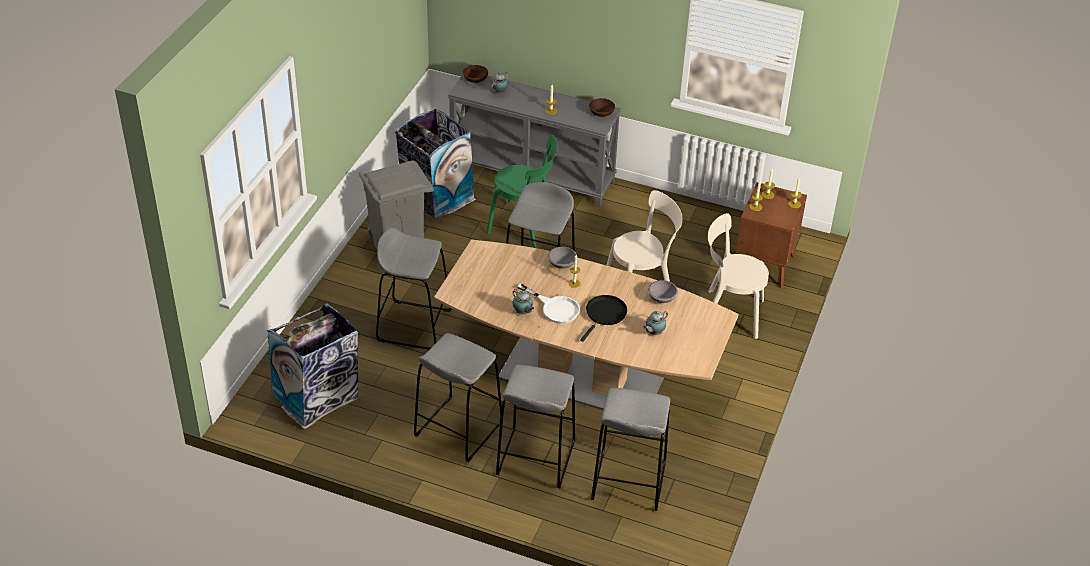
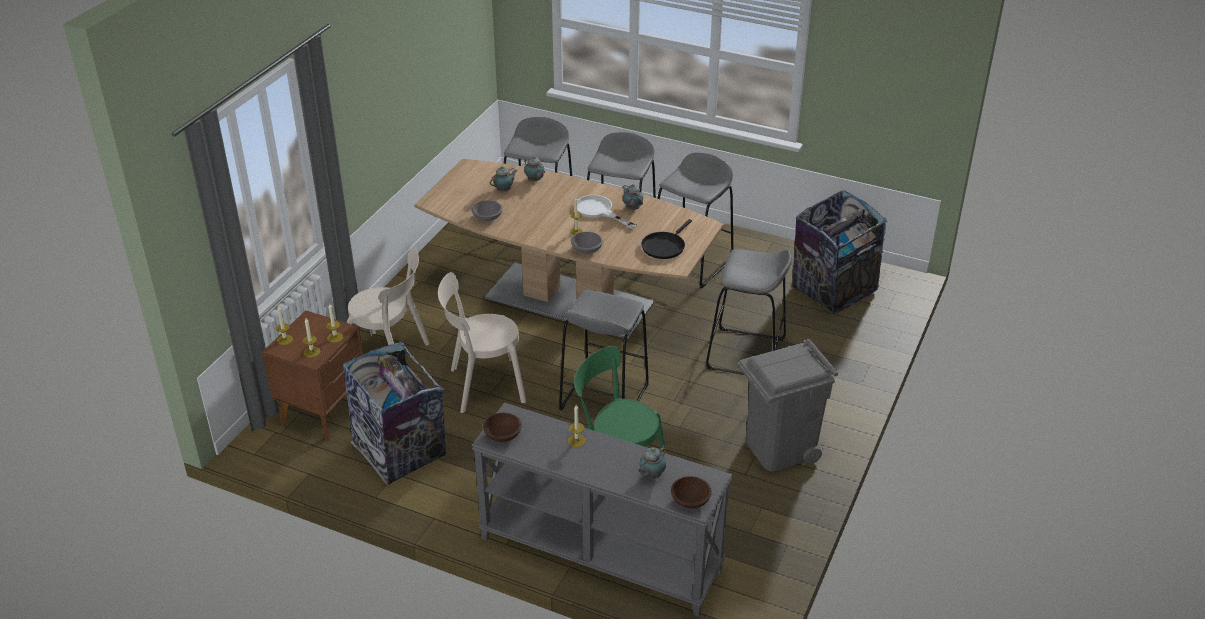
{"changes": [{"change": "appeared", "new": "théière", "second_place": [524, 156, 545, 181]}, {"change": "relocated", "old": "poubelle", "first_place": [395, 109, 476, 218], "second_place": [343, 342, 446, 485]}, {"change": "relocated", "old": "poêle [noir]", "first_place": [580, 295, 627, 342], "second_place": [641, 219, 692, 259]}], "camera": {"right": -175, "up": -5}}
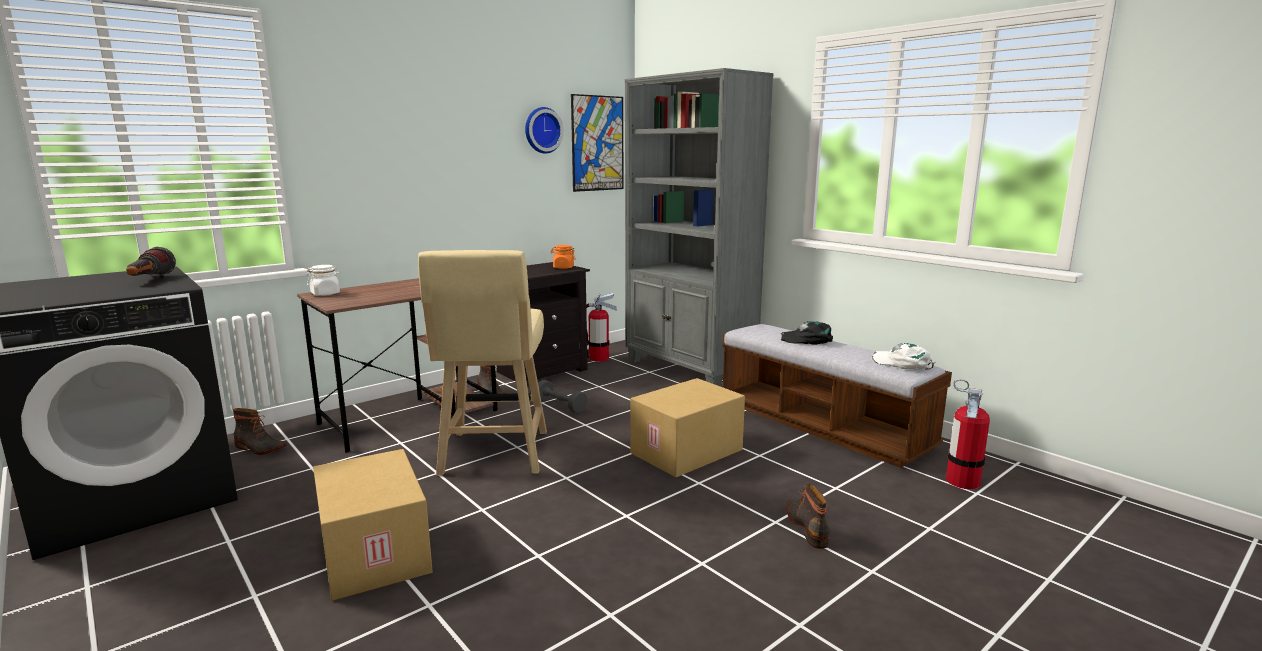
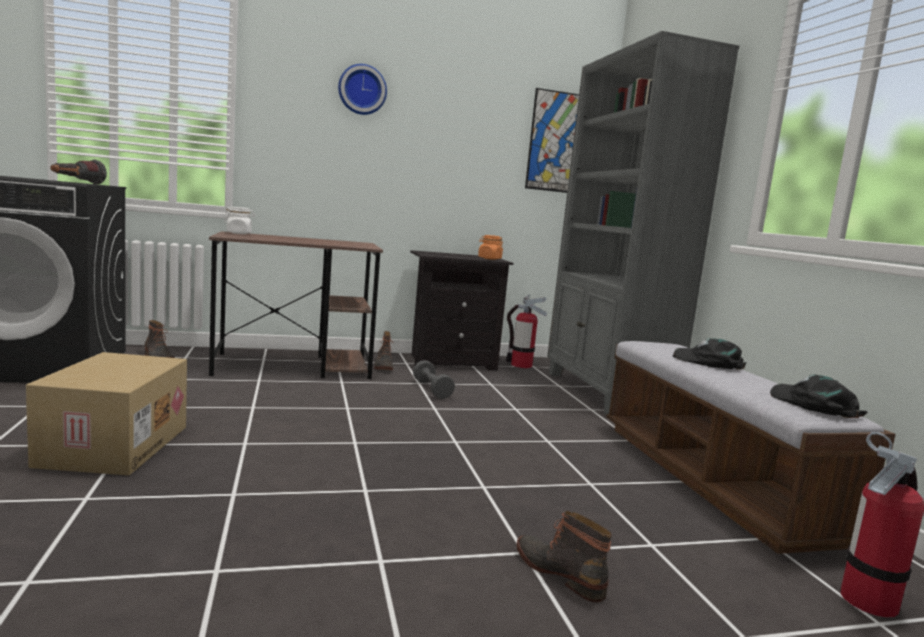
{"changes": [{"change": "missing", "old": "tabouret [beige]", "first_place": [418, 250, 547, 476]}, {"change": "missing", "old": "carton", "first_place": [630, 378, 745, 477]}, {"change": "relocated", "old": "horloge murale", "first_place": [525, 107, 564, 154], "second_place": [338, 64, 387, 115]}, {"change": "colour", "old": "casquette [blanc]", "new": "casquette [noir]", "first_place": [871, 343, 935, 370], "second_place": [770, 374, 868, 418]}, {"change": "spun", "old": "botte", "first_place": [786, 484, 830, 549], "second_place": [517, 511, 612, 602], "degrees": -60}], "camera": {"right": 25, "up": -5}}
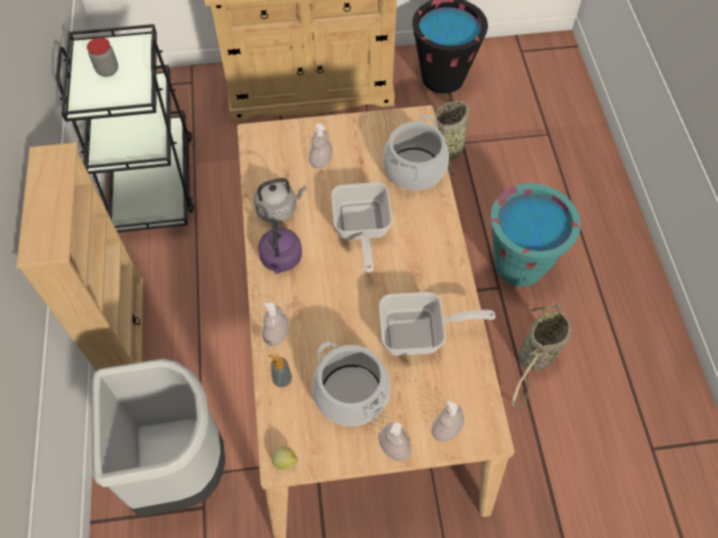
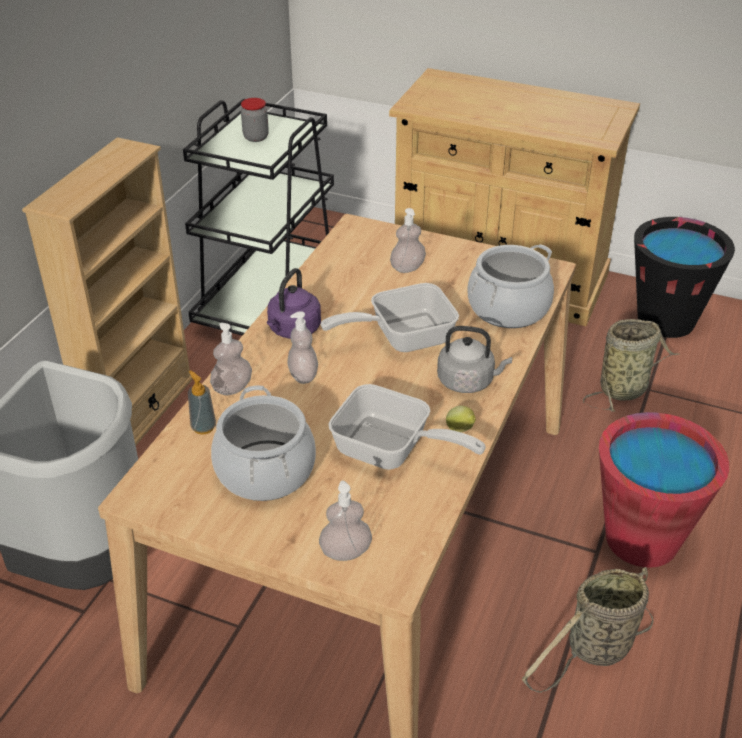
{"changes": [{"change": "relocated", "old": "bouilloire [gris]", "first_place": [254, 178, 307, 223], "second_place": [437, 326, 512, 393]}, {"change": "relocated", "old": "citron", "first_place": [271, 447, 298, 470], "second_place": [446, 406, 476, 432]}, {"change": "relocated", "old": "distributeur de savon", "first_place": [378, 422, 411, 461], "second_place": [287, 311, 318, 384]}, {"change": "colour", "old": "seau [turquoise]", "new": "seau [rouge]", "first_place": [491, 183, 581, 287], "second_place": [599, 412, 729, 568]}, {"change": "spun", "old": "poêle", "first_place": [331, 182, 392, 273], "second_place": [321, 283, 459, 352], "degrees": 45}], "camera": {"right": 30, "up": -20}}
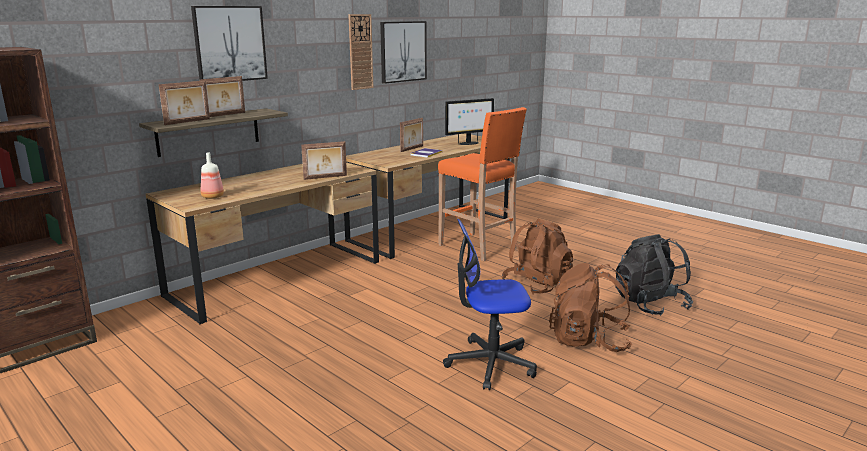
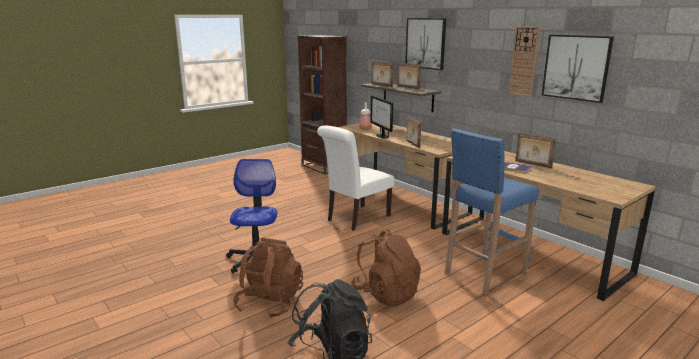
{"changes": [{"change": "appeared", "new": "chaise [blanc]", "second_place": [317, 126, 395, 231]}, {"change": "relocated", "old": "écran d'ordinateur", "first_place": [445, 98, 494, 145], "second_place": [371, 96, 393, 139]}, {"change": "colour", "old": "tabouret [orange]", "new": "tabouret [bleu]", "first_place": [438, 107, 527, 261], "second_place": [445, 128, 539, 294]}], "camera": {"right": 95, "up": 0}}
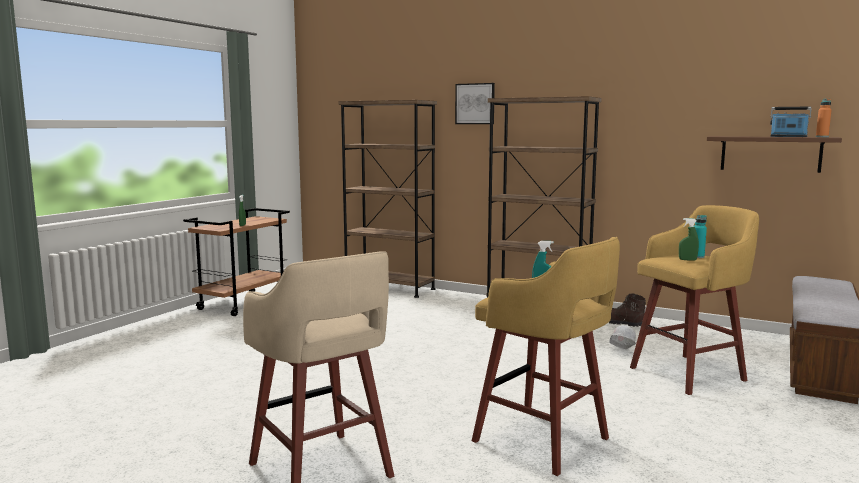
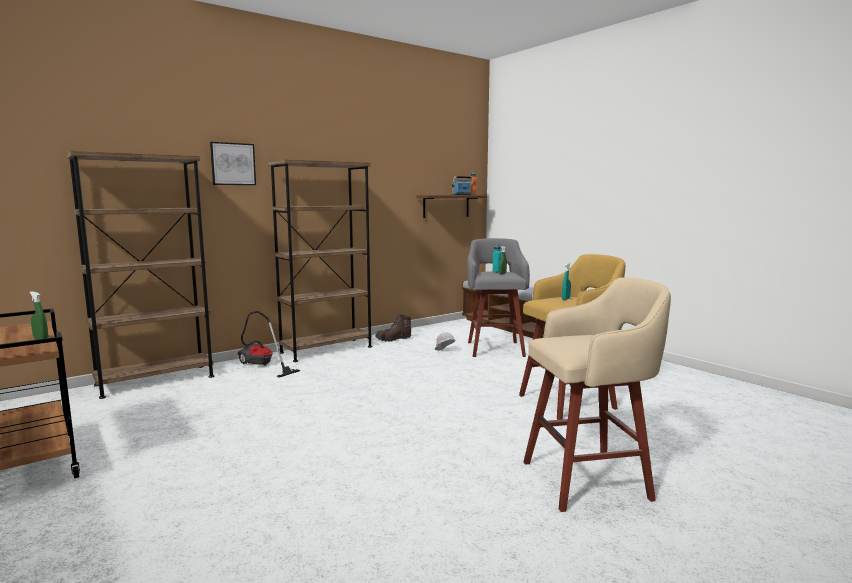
{"changes": [{"change": "appeared", "new": "aspirateur", "second_place": [238, 311, 300, 378]}, {"change": "colour", "old": "tabouret [jaune]", "new": "tabouret [gris]", "first_place": [630, 205, 759, 395], "second_place": [467, 238, 530, 357]}], "camera": {"right": -65, "up": 0}}
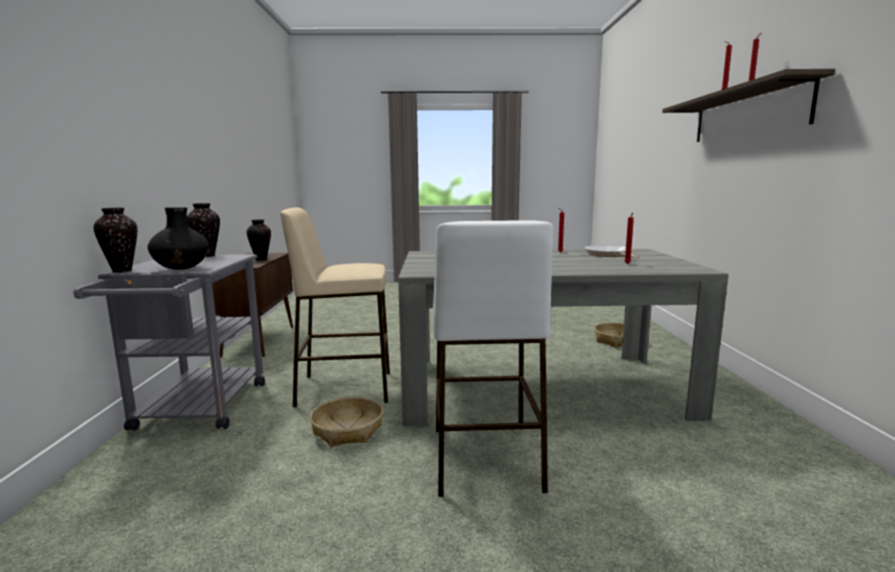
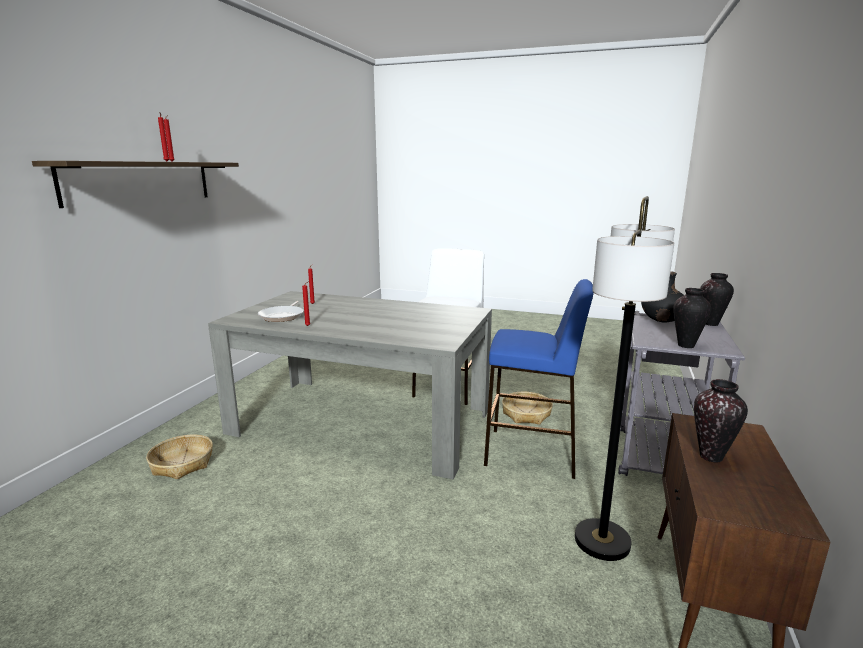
{"changes": [{"change": "appeared", "new": "lampadaire", "second_place": [575, 196, 675, 561]}, {"change": "colour", "old": "tabouret [beige]", "new": "tabouret [bleu]", "first_place": [280, 207, 390, 407], "second_place": [484, 279, 594, 479]}], "camera": {"right": -160, "up": 5}}
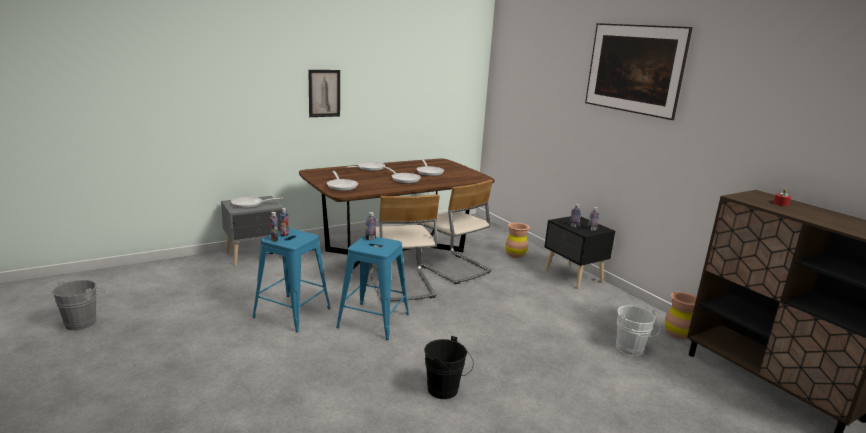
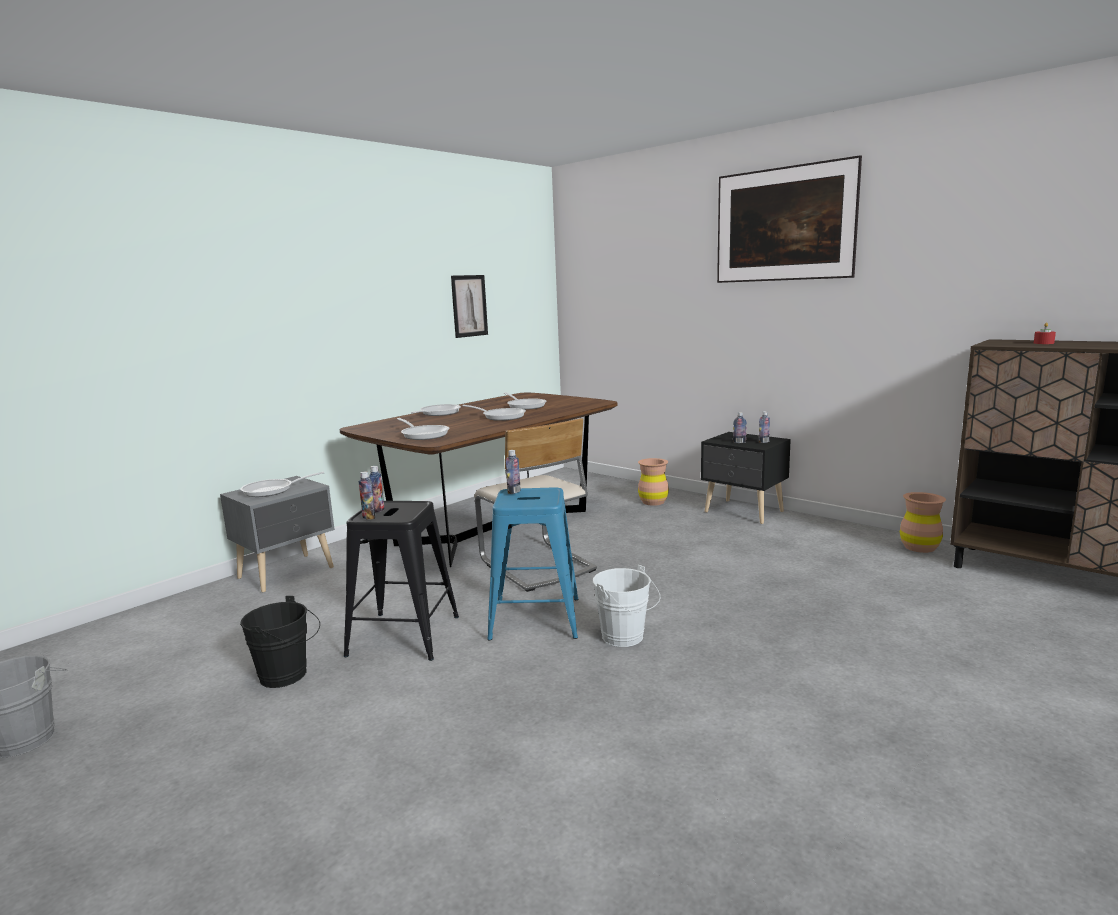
{"changes": [{"change": "missing", "old": "chaise [beige]", "first_place": [416, 180, 493, 284]}, {"change": "relocated", "old": "tableau", "first_place": [308, 70, 340, 117], "second_place": [451, 275, 488, 338]}, {"change": "relocated", "old": "seau [noir]", "first_place": [424, 336, 473, 399], "second_place": [240, 596, 320, 688]}, {"change": "relocated", "old": "seau [blanc]", "first_place": [616, 306, 660, 356], "second_place": [593, 565, 660, 647]}, {"change": "colour", "old": "tabouret [bleu]", "new": "tabouret [noir]", "first_place": [252, 228, 331, 332], "second_place": [344, 501, 459, 661]}], "camera": {"right": -15, "up": -5}}
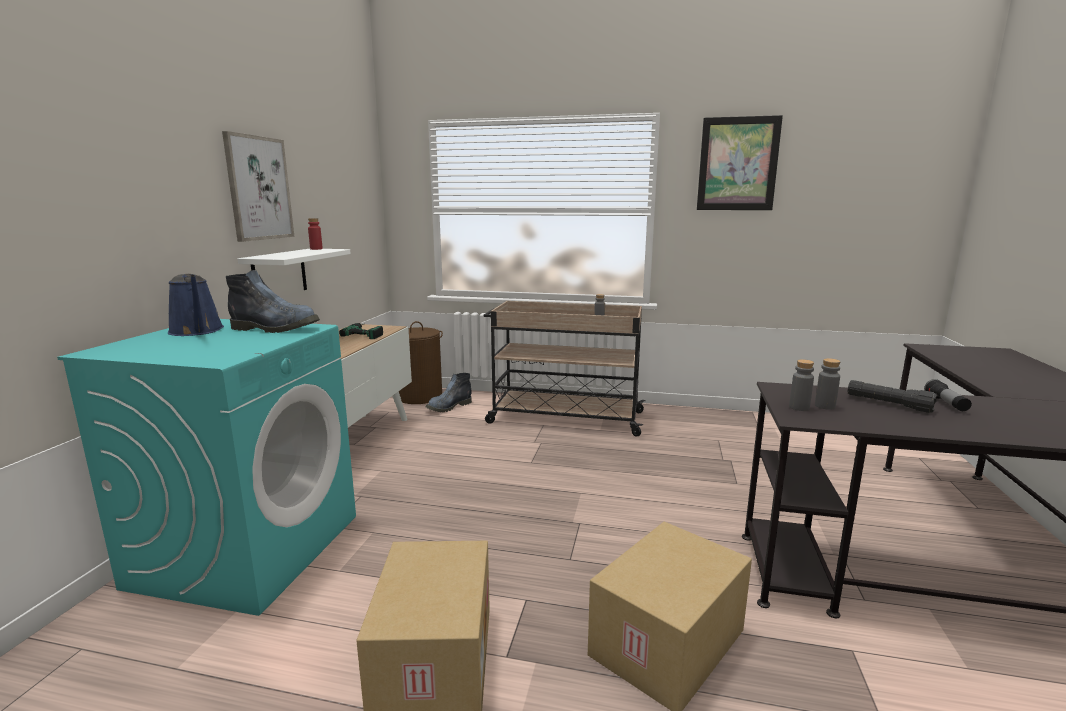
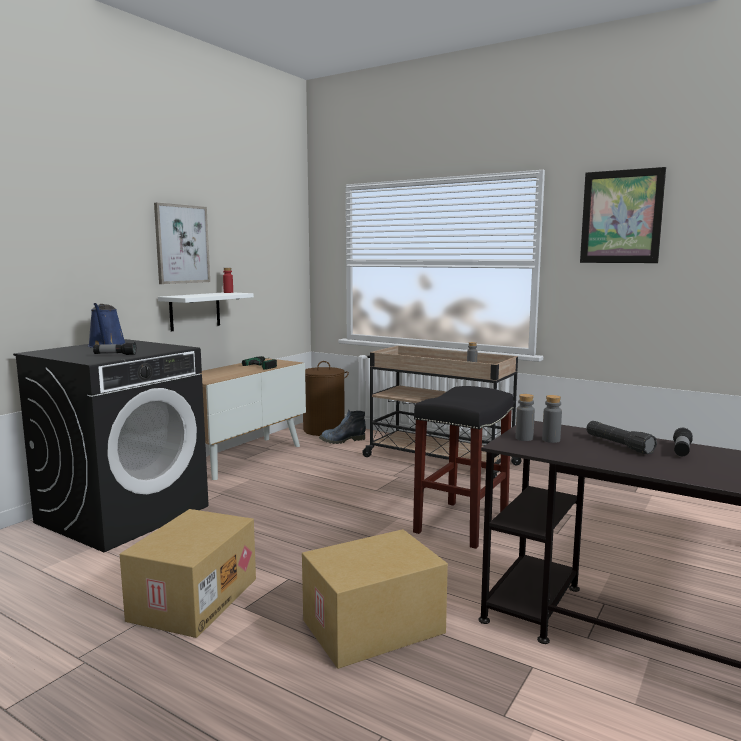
{"changes": [{"change": "missing", "old": "botte", "first_place": [226, 270, 320, 333]}, {"change": "appeared", "new": "lampe de poche", "second_place": [93, 342, 137, 355]}, {"change": "appeared", "new": "tabouret [noir]", "second_place": [413, 386, 513, 549]}, {"change": "colour", "old": "lave-linge [turquoise]", "new": "lave-linge [noir]", "first_place": [57, 319, 356, 616], "second_place": [13, 339, 209, 552]}], "camera": {"right": 20, "up": -5}}
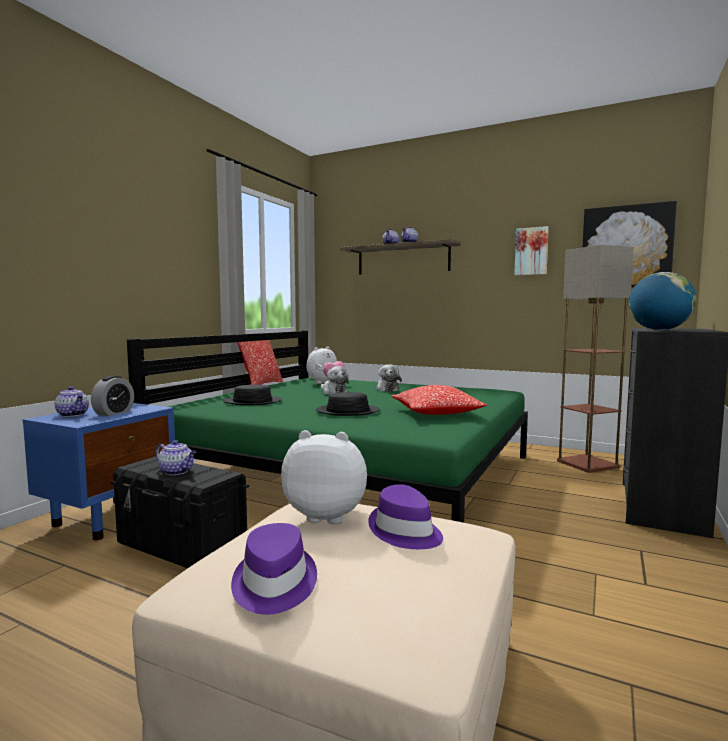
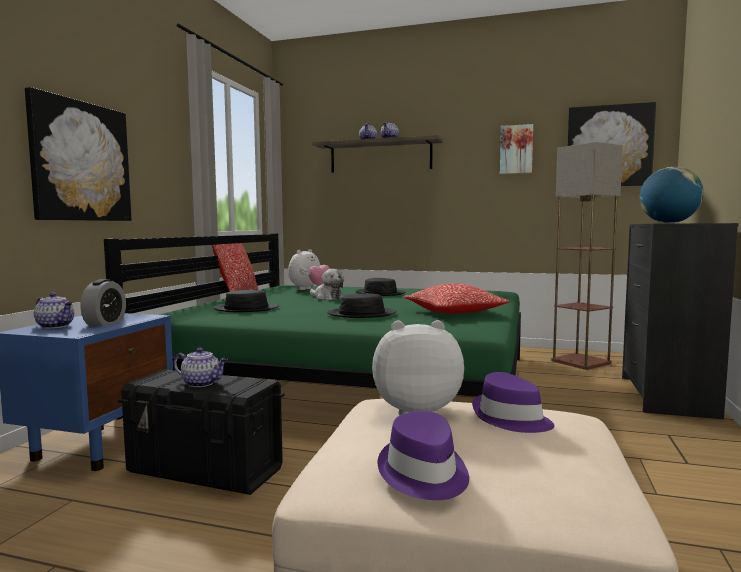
{"changes": [{"change": "appeared", "new": "tableau", "second_place": [25, 87, 132, 221]}, {"change": "exchanged", "old": "peluche", "new": "chapeau [noir]", "first_place": [376, 364, 402, 392], "second_place": [355, 278, 405, 296]}], "camera": {"right": -10, "up": 0}}
